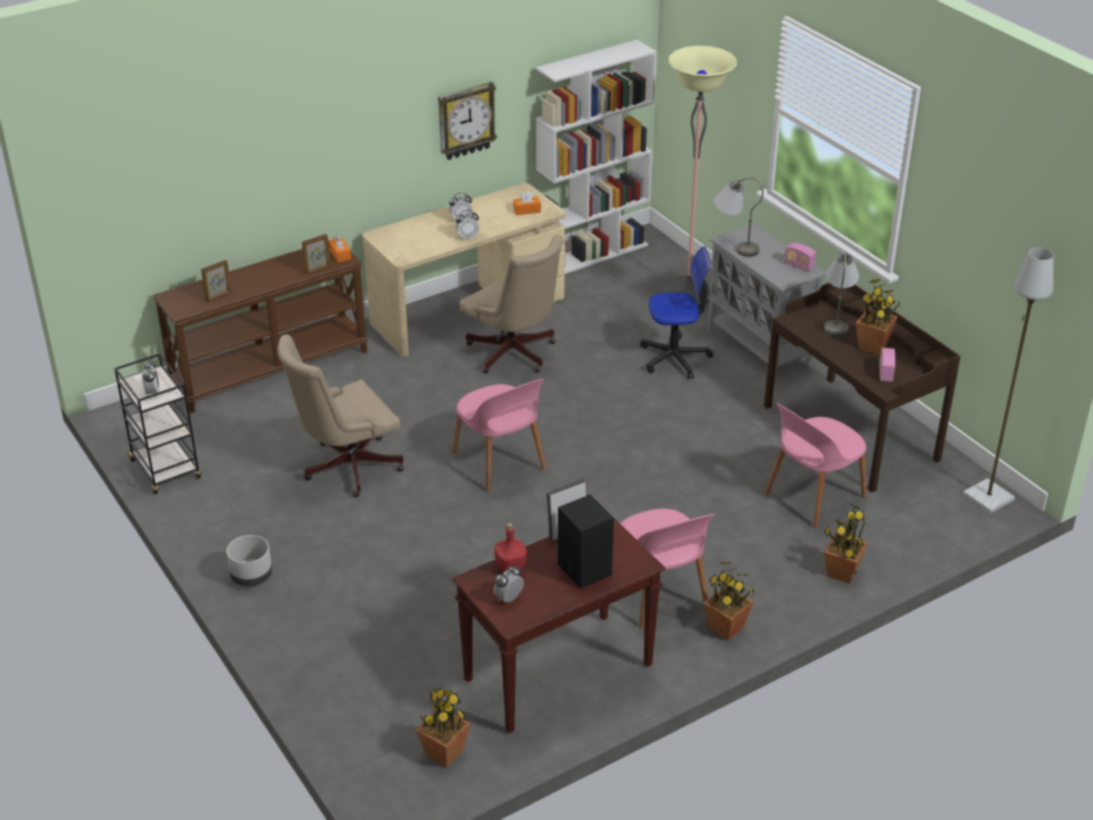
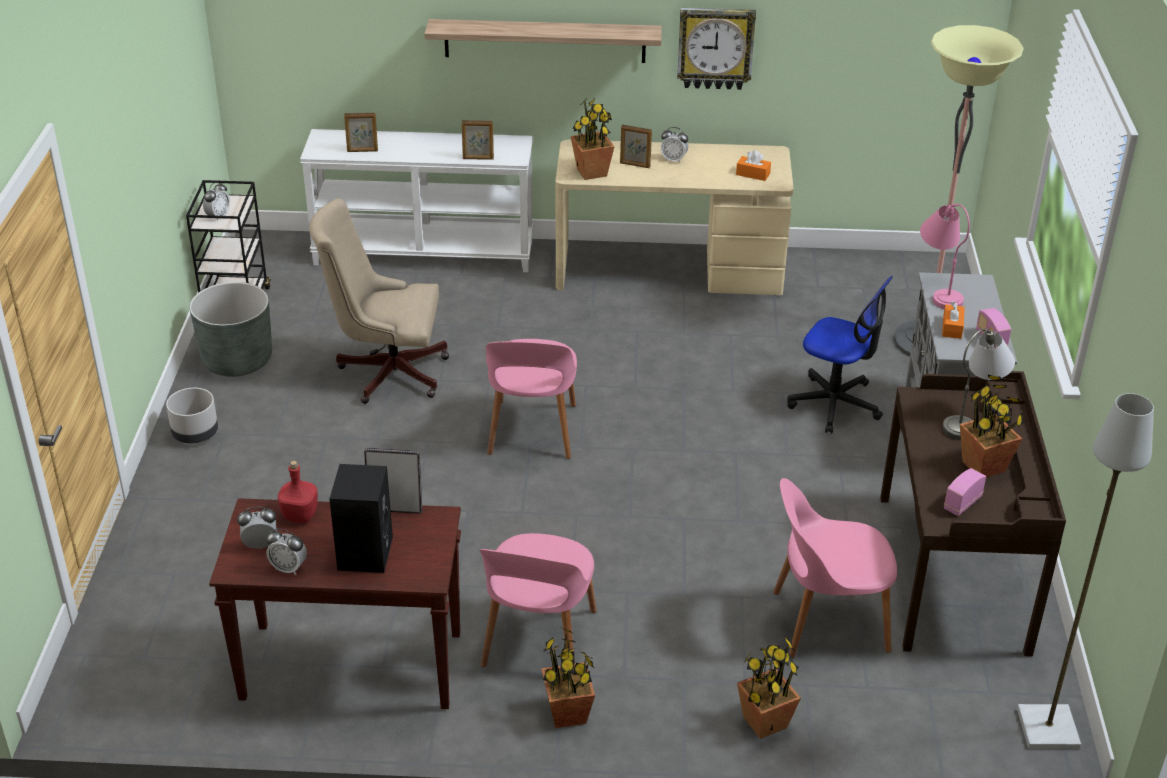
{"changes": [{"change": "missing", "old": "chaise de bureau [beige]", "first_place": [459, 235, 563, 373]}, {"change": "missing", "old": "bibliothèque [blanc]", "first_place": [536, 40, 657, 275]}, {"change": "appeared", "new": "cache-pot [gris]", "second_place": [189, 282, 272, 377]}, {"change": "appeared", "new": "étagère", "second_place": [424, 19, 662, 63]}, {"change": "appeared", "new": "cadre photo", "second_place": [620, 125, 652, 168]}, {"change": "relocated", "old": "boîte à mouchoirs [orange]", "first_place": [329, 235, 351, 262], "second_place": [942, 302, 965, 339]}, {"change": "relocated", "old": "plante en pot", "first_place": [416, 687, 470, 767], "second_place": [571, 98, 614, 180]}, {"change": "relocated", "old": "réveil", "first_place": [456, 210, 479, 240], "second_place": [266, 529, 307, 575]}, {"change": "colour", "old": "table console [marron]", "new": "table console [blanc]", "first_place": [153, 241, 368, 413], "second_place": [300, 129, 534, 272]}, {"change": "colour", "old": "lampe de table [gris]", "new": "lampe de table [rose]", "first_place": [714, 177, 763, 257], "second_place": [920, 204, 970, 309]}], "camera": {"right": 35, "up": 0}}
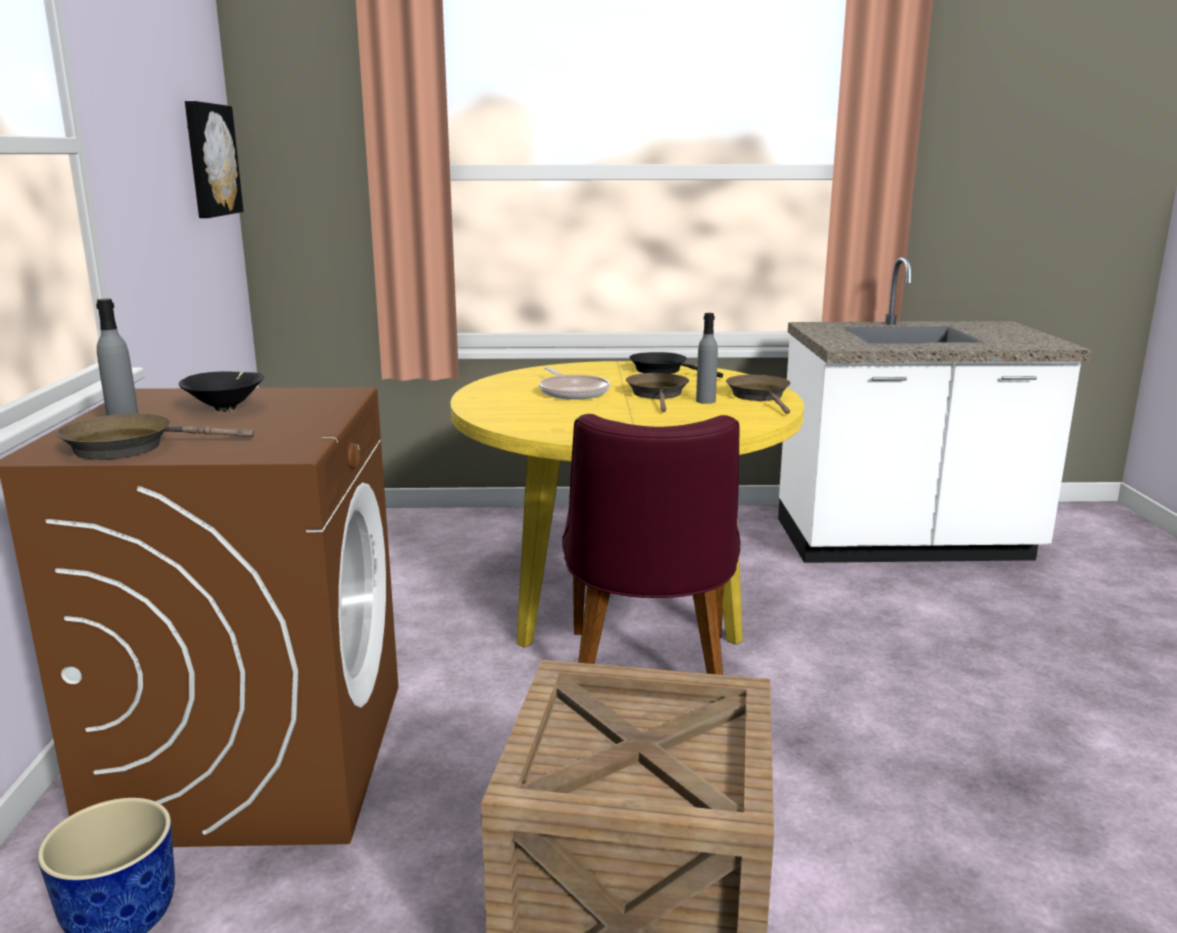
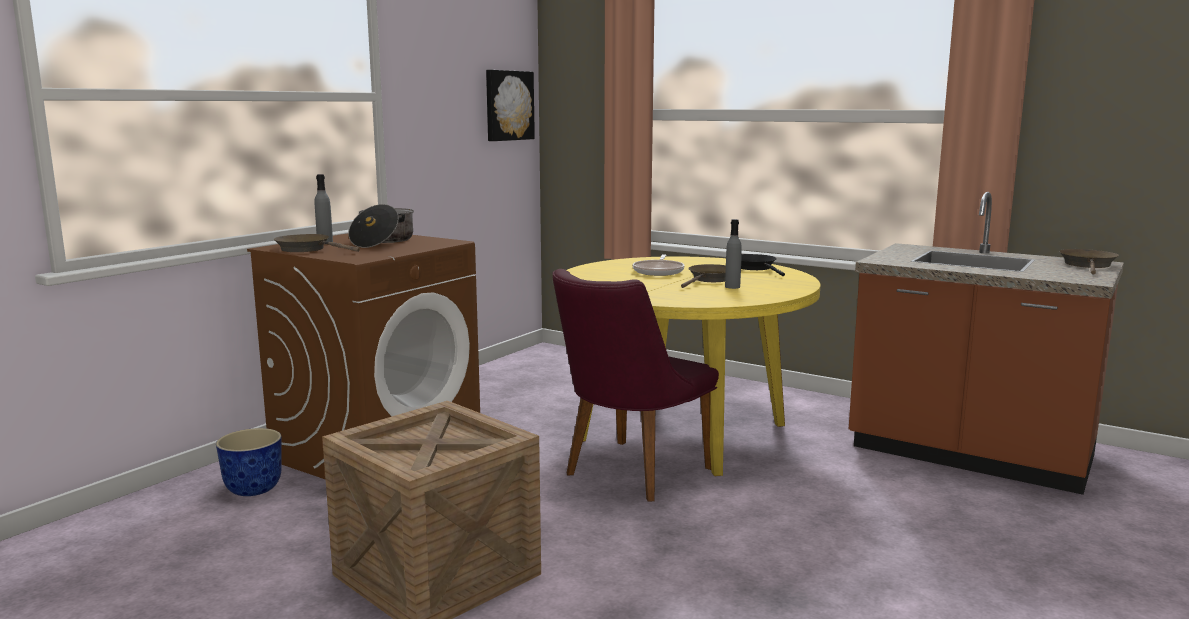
{"changes": [{"change": "relocated", "old": "poêle [marron]", "first_place": [726, 375, 791, 414], "second_place": [1059, 249, 1119, 274]}, {"change": "exchanged", "old": "bol [noir]", "new": "marmite", "first_place": [179, 371, 264, 412], "second_place": [349, 204, 414, 248]}, {"change": "colour", "old": "comptoir de cuisine [blanc]", "new": "comptoir de cuisine [marron]", "first_place": [778, 257, 1091, 563], "second_place": [849, 192, 1124, 495]}], "camera": {"right": 35, "up": -5}}
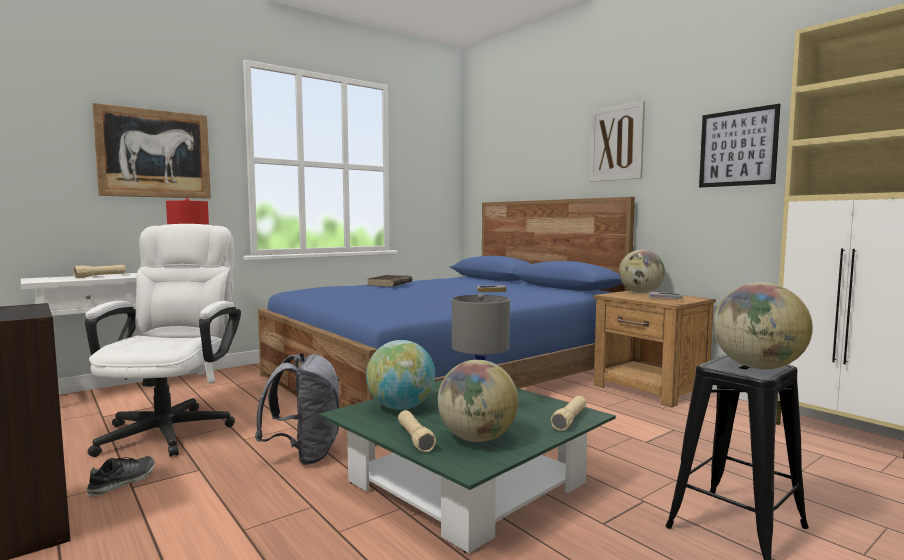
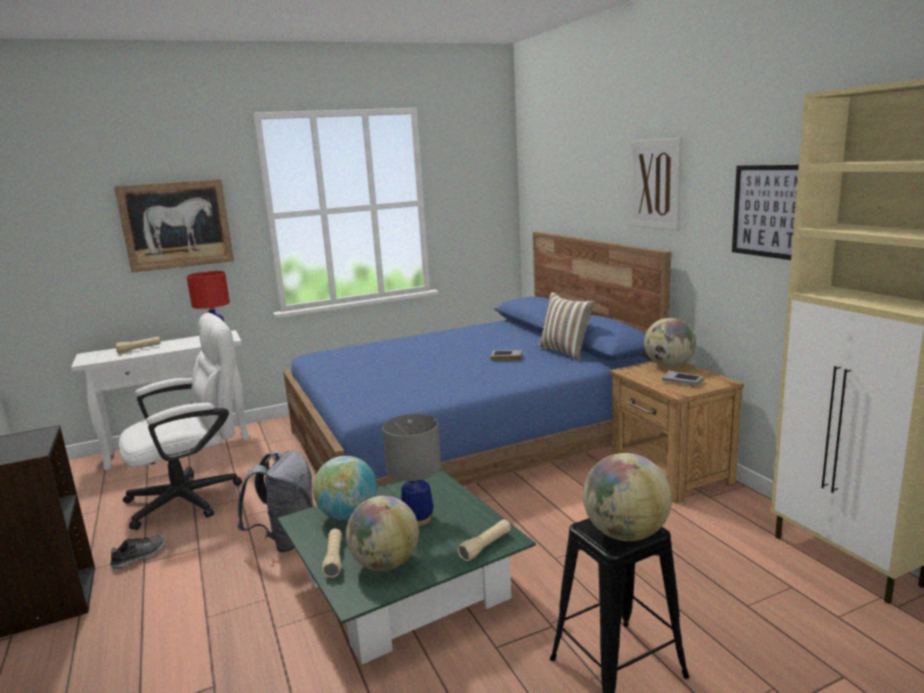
{"changes": [{"change": "missing", "old": "livre [marron]", "first_place": [367, 275, 412, 287]}, {"change": "appeared", "new": "coussin", "second_place": [538, 292, 595, 361]}, {"change": "spun", "old": "chaise de bureau [blanc]", "first_place": [85, 224, 241, 457], "second_place": [119, 313, 242, 530], "degrees": 45}], "camera": {"right": 15, "up": 10}}
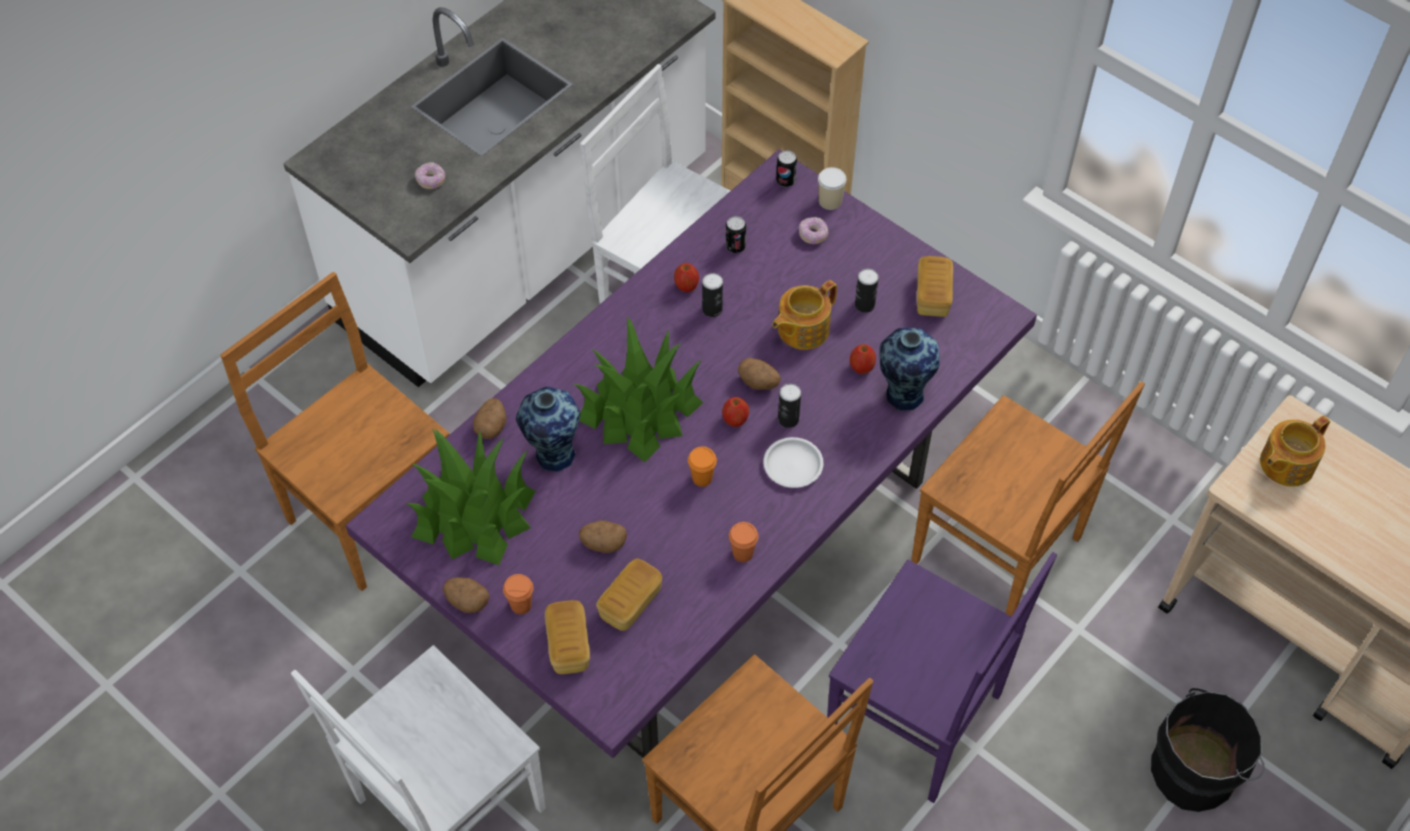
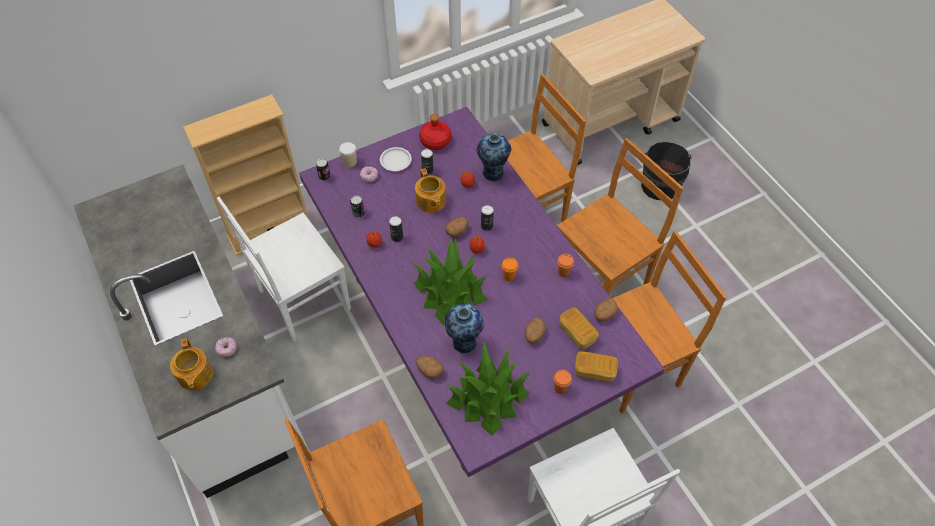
{"changes": [{"change": "relocated", "old": "pomme de terre", "first_place": [443, 577, 489, 613], "second_place": [594, 298, 618, 321]}, {"change": "relocated", "old": "assiette [blanc]", "first_place": [763, 437, 823, 488], "second_place": [380, 147, 412, 171]}, {"change": "relocated", "old": "théière", "first_place": [1260, 415, 1330, 487], "second_place": [170, 338, 213, 390]}, {"change": "exchanged", "old": "pain", "new": "bouteille [rouge]", "first_place": [917, 256, 953, 317], "second_place": [419, 114, 452, 150]}, {"change": "colour", "old": "chaise [violet]", "new": "chaise [marron]", "first_place": [827, 552, 1057, 803], "second_place": [557, 138, 683, 295]}], "camera": {"right": -70, "up": 0}}
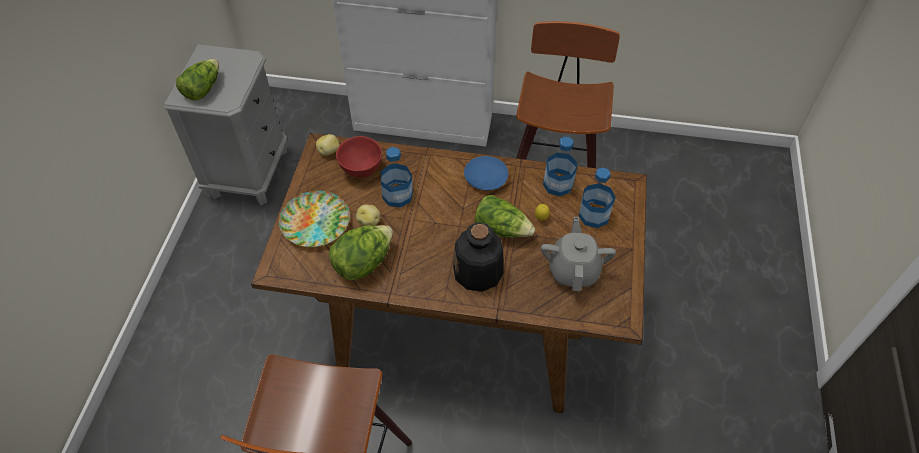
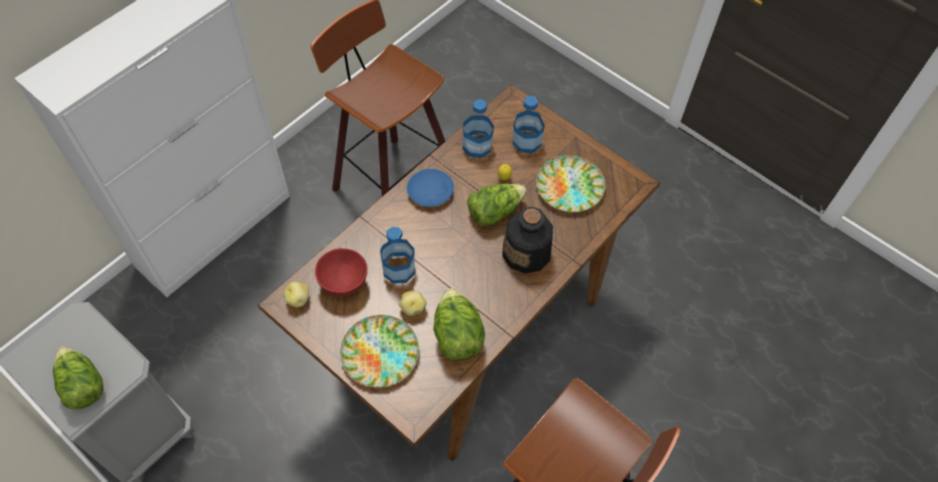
{"changes": [{"change": "exchanged", "old": "théière [gris]", "new": "assiette", "first_place": [541, 217, 616, 291], "second_place": [536, 155, 606, 212]}], "camera": {"right": -60, "up": 5}}
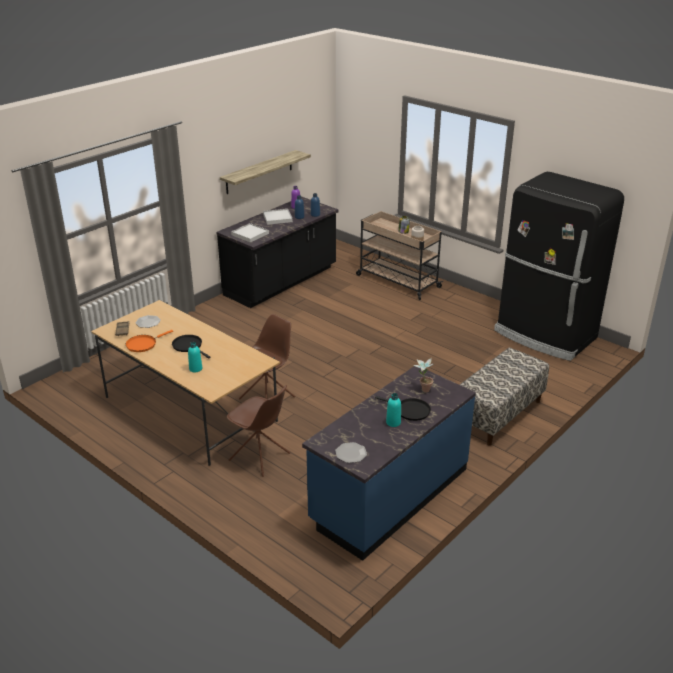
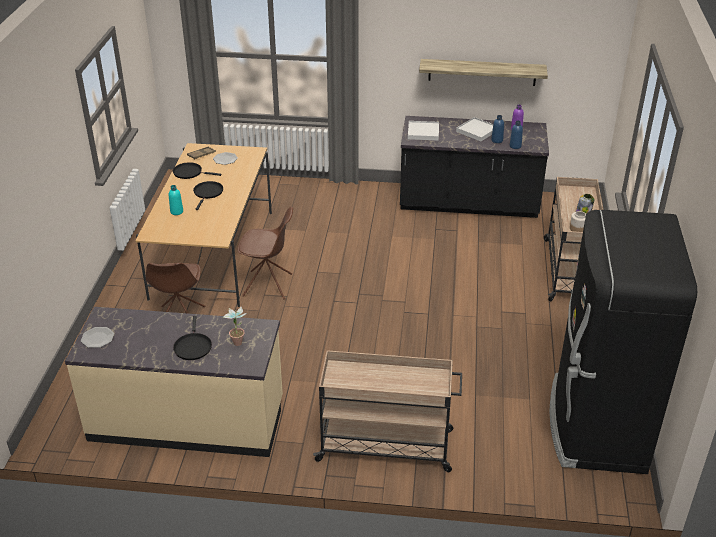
{"changes": [{"change": "missing", "old": "bouteille [turquoise]", "first_place": [386, 393, 401, 427]}, {"change": "exchanged", "old": "banc", "new": "chariot [beige]", "first_place": [460, 348, 549, 446], "second_place": [313, 350, 462, 472]}, {"change": "colour", "old": "poêle [orange]", "new": "poêle [noir]", "first_place": [126, 330, 173, 352], "second_place": [173, 162, 221, 179]}, {"change": "colour", "old": "comptoir de cuisine [bleu]", "new": "comptoir de cuisine [beige]", "first_place": [302, 366, 476, 561], "second_place": [65, 307, 283, 457]}], "camera": {"right": 55, "up": 5}}
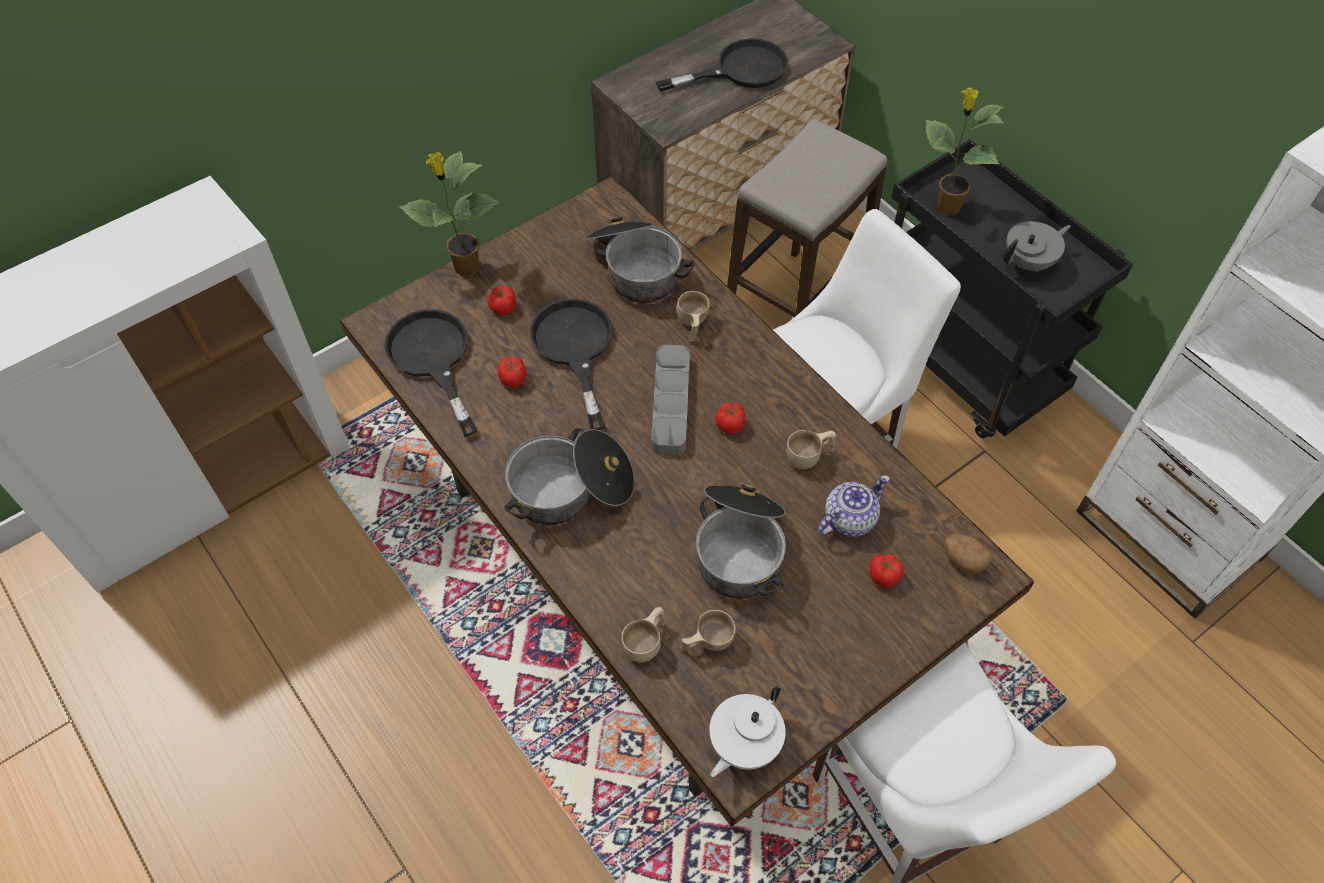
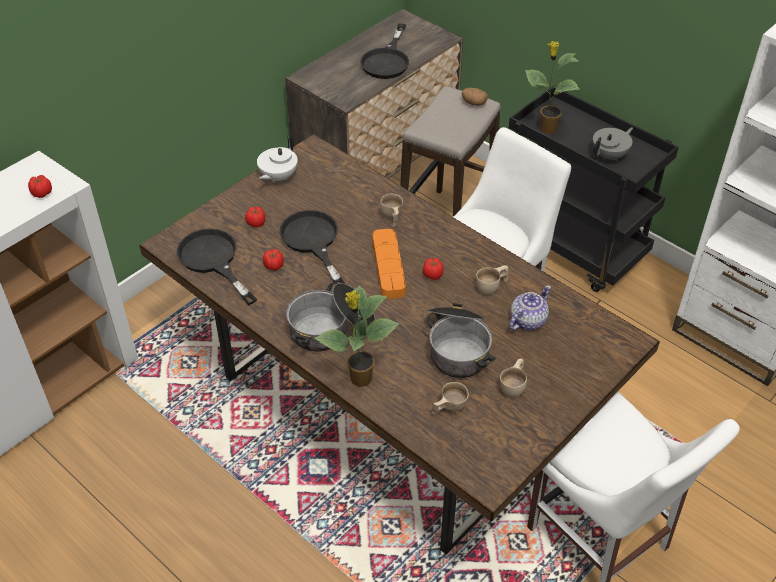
{"changes": [{"change": "missing", "old": "marmite", "first_place": [584, 217, 695, 303]}, {"change": "relocated", "old": "plante en pot", "first_place": [399, 151, 500, 276], "second_place": [314, 286, 400, 387]}, {"change": "relocated", "old": "tasse [beige]", "first_place": [621, 607, 666, 663], "second_place": [500, 359, 527, 398]}, {"change": "relocated", "old": "théière [blanc]", "first_place": [709, 686, 786, 777], "second_place": [257, 137, 298, 183]}, {"change": "relocated", "old": "tomate", "first_place": [870, 554, 904, 588], "second_place": [28, 175, 52, 198]}, {"change": "relocated", "old": "pomme de terre", "first_place": [943, 534, 992, 573], "second_place": [462, 88, 488, 106]}, {"change": "colour", "old": "plateau [gris]", "new": "plateau [orange]", "first_place": [651, 345, 690, 455], "second_place": [373, 229, 406, 299]}, {"change": "spun", "old": "poêle [noir]", "first_place": [656, 38, 788, 92], "second_place": [360, 23, 409, 79], "degrees": 135}], "camera": {"right": -10, "up": -10}}
